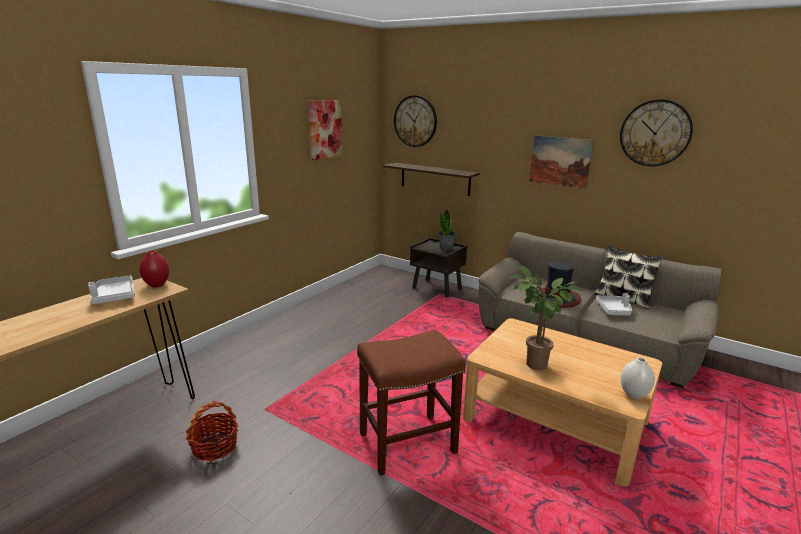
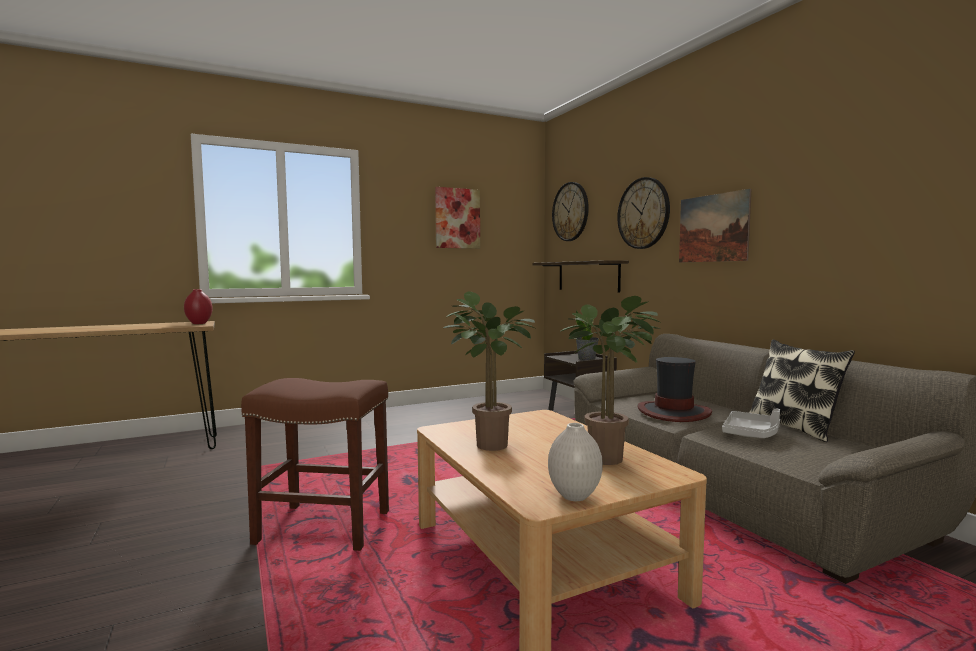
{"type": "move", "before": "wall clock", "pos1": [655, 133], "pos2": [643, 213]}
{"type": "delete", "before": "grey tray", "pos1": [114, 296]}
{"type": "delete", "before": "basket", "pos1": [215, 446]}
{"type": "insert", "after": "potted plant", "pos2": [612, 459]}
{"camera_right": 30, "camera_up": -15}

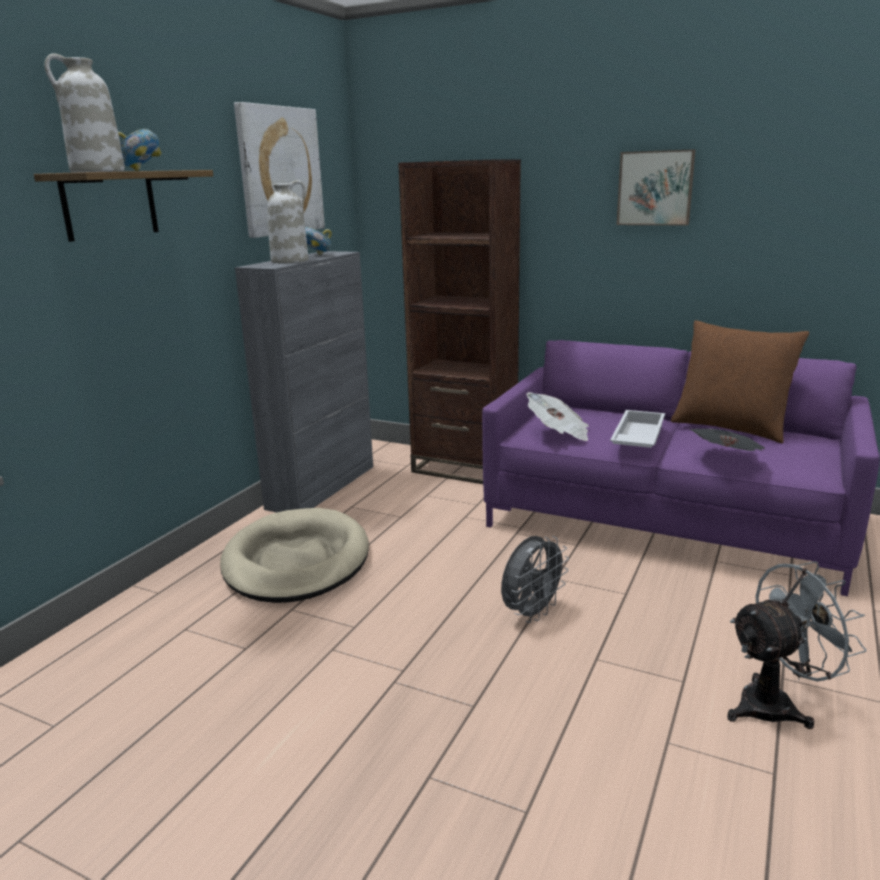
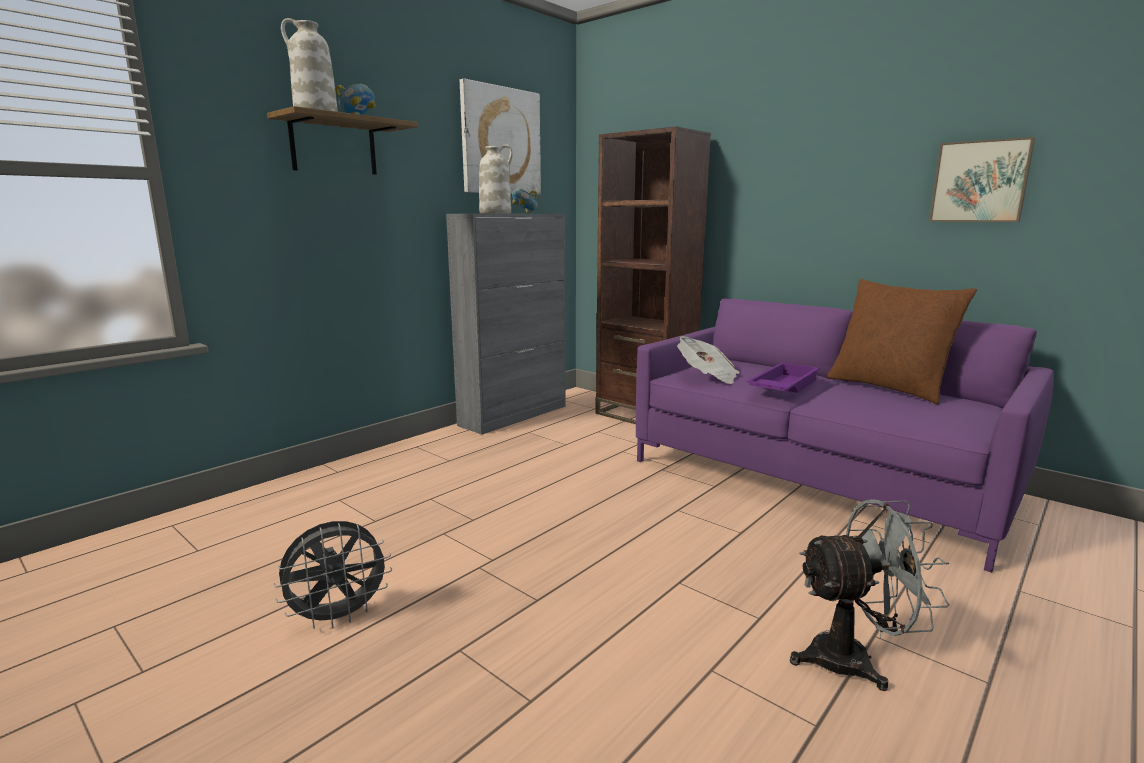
{"type": "move", "before": "picture", "pos1": [655, 188], "pos2": [980, 182]}
{"type": "recolor", "before": "white tray", "after": "purple tray", "pos1": [636, 438], "pos2": [782, 386]}
{"type": "delete", "before": "newspaper", "pos1": [726, 459]}
{"type": "delete", "before": "beige dog bed", "pos1": [296, 561]}
{"type": "move", "before": "grey fan", "pos1": [531, 613], "pos2": [339, 617]}
{"camera_right": 15, "camera_up": -5}

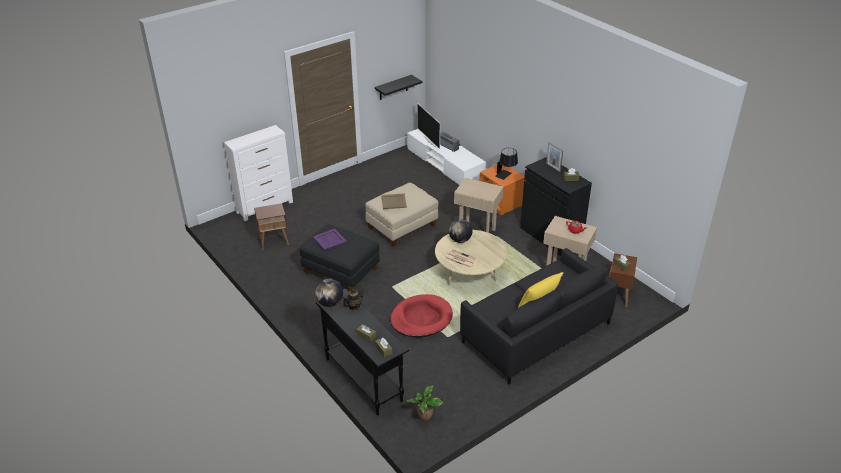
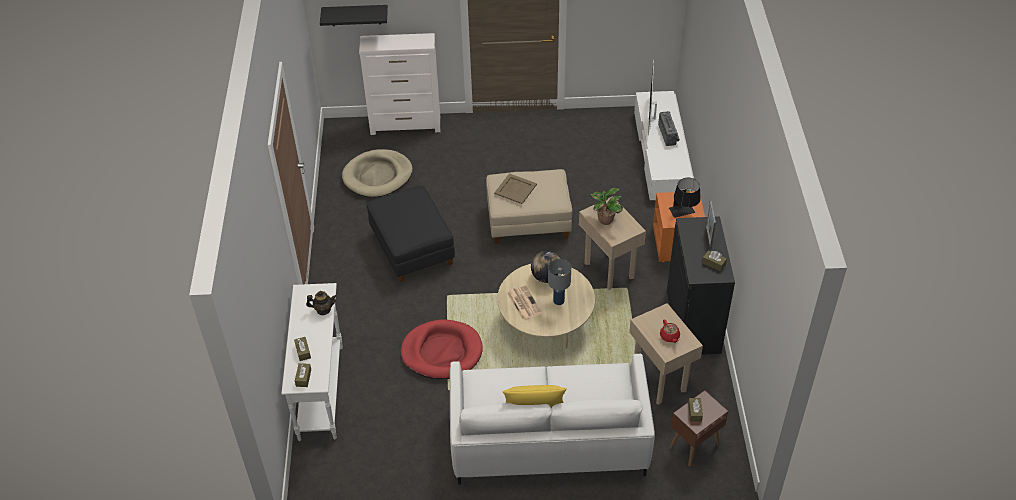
{"type": "move", "before": "black shelf", "pos1": [393, 87], "pos2": [355, 15]}
{"type": "replace", "before": "brown side table", "after": "beige dog bed", "pos1": [274, 241], "pos2": [377, 176]}
{"type": "delete", "before": "purple tray", "pos1": [330, 239]}
{"type": "recolor", "before": "black sofa", "after": "white sofa", "pos1": [535, 332], "pos2": [548, 438]}
{"type": "delete", "before": "globe", "pos1": [330, 303]}
{"type": "recolor", "before": "black console table", "after": "white console table", "pos1": [363, 379], "pos2": [321, 392]}
{"type": "move", "before": "potted plant", "pos1": [424, 417], "pos2": [604, 220]}
{"type": "insert", "after": "grey table lamp", "pos2": [558, 301]}
{"camera_right": 35, "camera_up": 10}

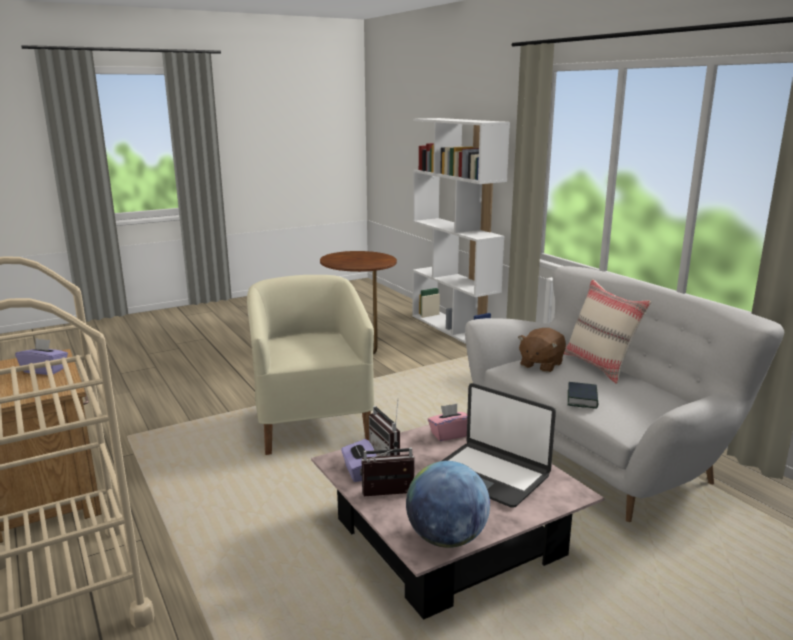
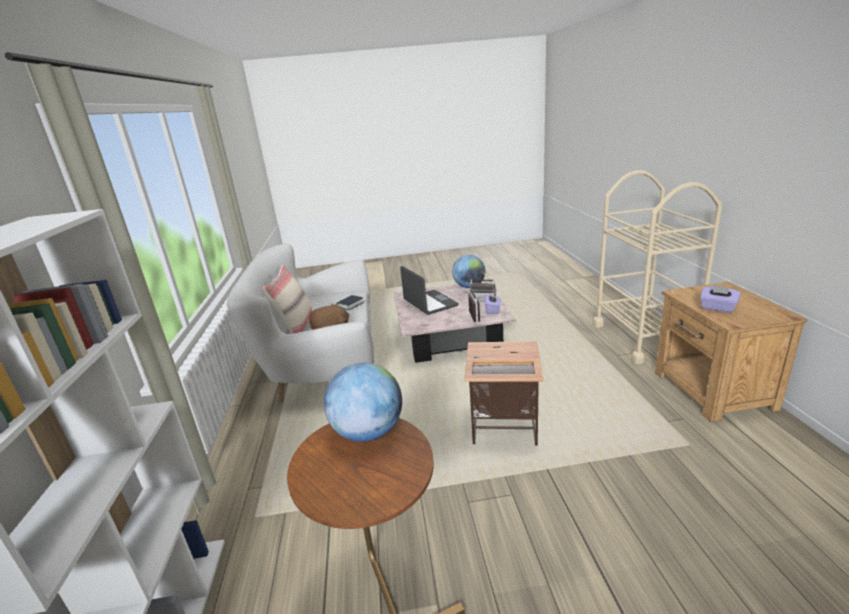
{"type": "replace", "before": "beige armchair", "after": "side table", "pos1": [312, 423], "pos2": [502, 428]}
{"type": "delete", "before": "pink tissue box", "pos1": [449, 434]}
{"type": "insert", "after": "globe", "pos2": [368, 432]}
{"camera_right": -155, "camera_up": 5}

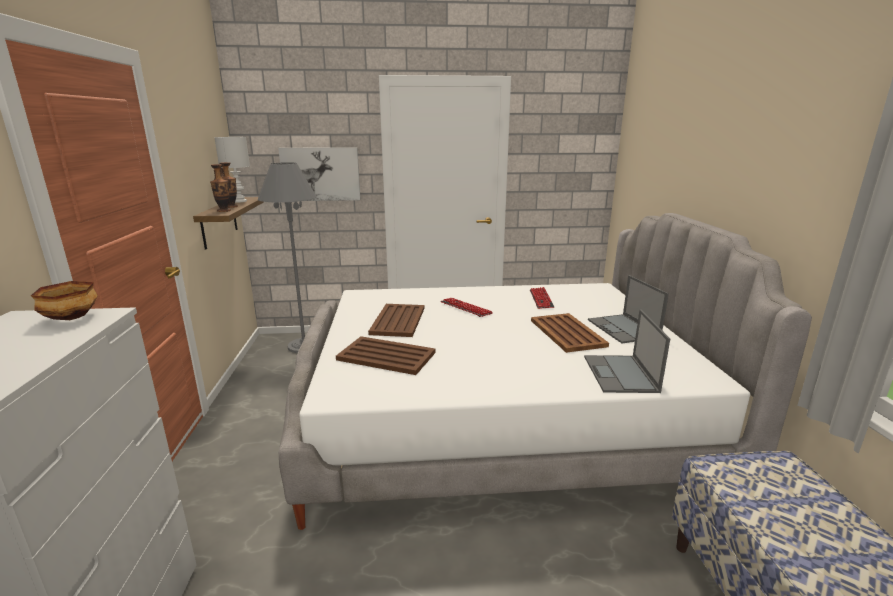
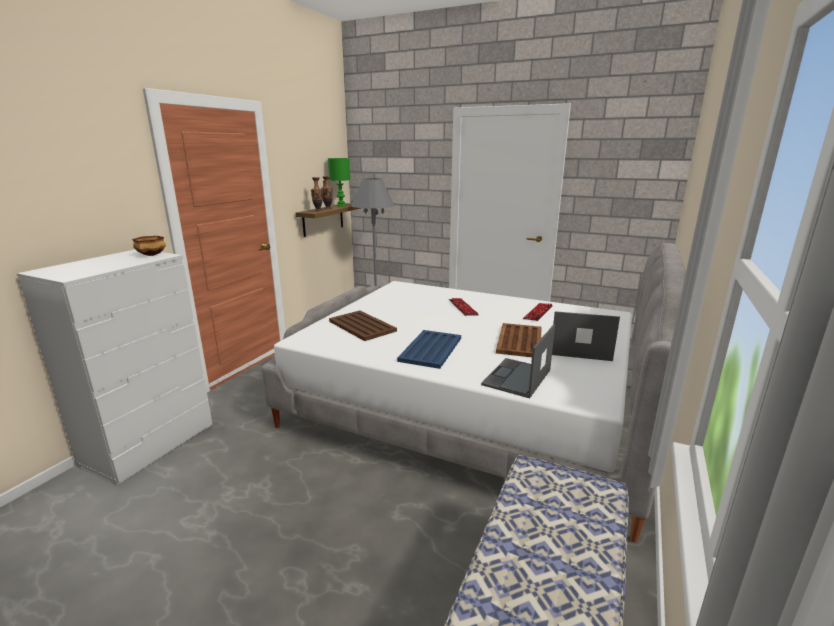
{"type": "recolor", "before": "white table lamp", "after": "green table lamp", "pos1": [240, 201], "pos2": [341, 205]}
{"type": "delete", "before": "picture", "pos1": [321, 174]}
{"type": "rotate", "before": "laptop", "pos1": [623, 329], "pos2": [578, 349], "turn": 90}
{"type": "delete", "before": "brown tray", "pos1": [398, 320]}
{"type": "insert", "after": "blue tray", "pos2": [431, 349]}
{"camera_right": 30, "camera_up": 0}

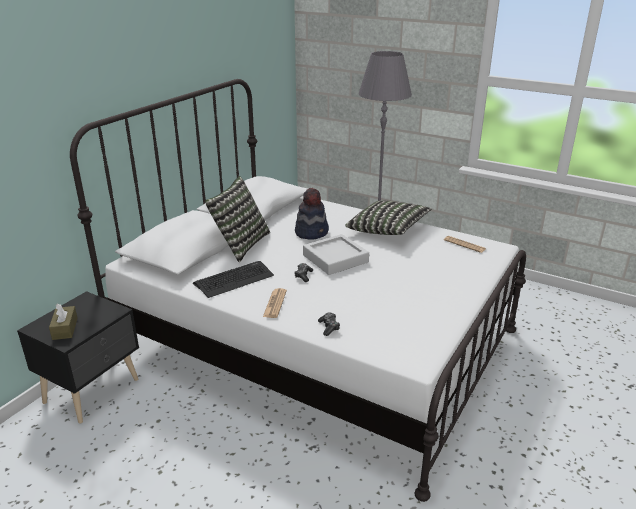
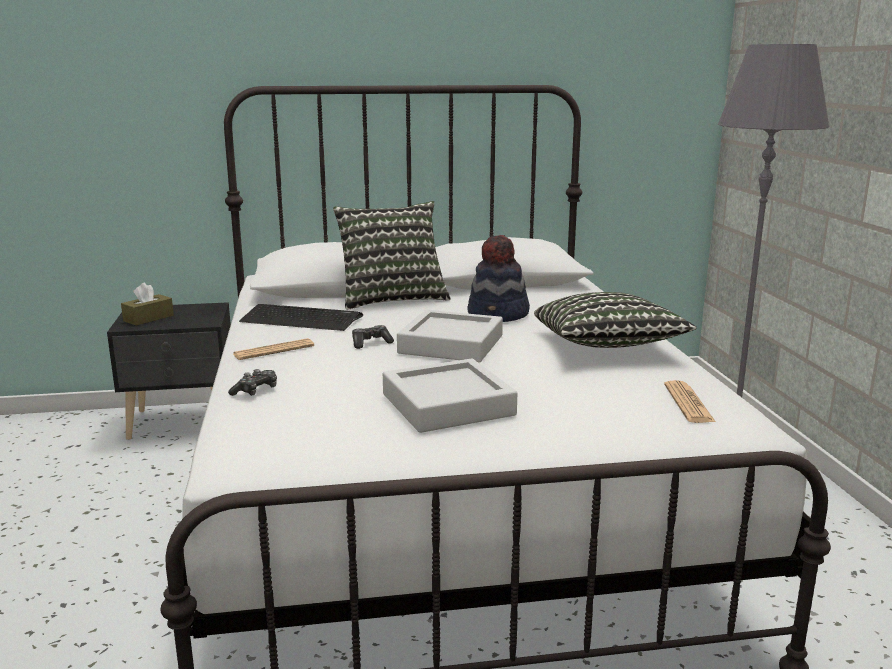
{"type": "insert", "after": "grey tray", "pos2": [447, 404]}
{"camera_right": 50, "camera_up": -10}

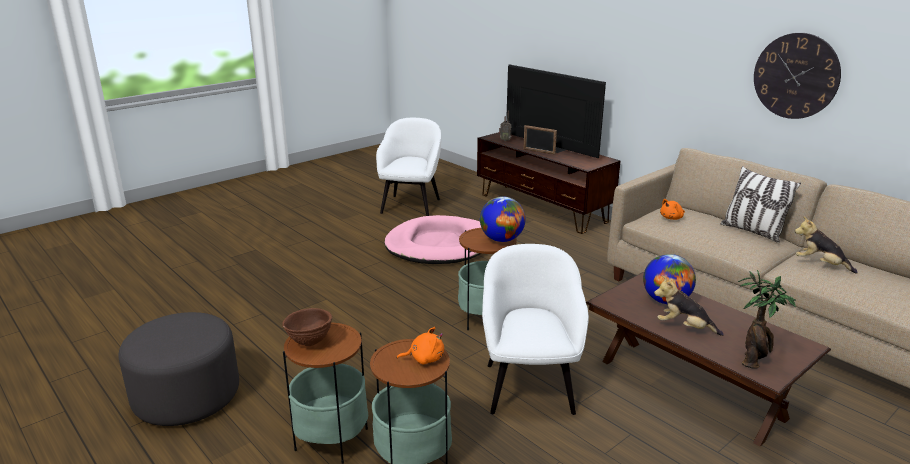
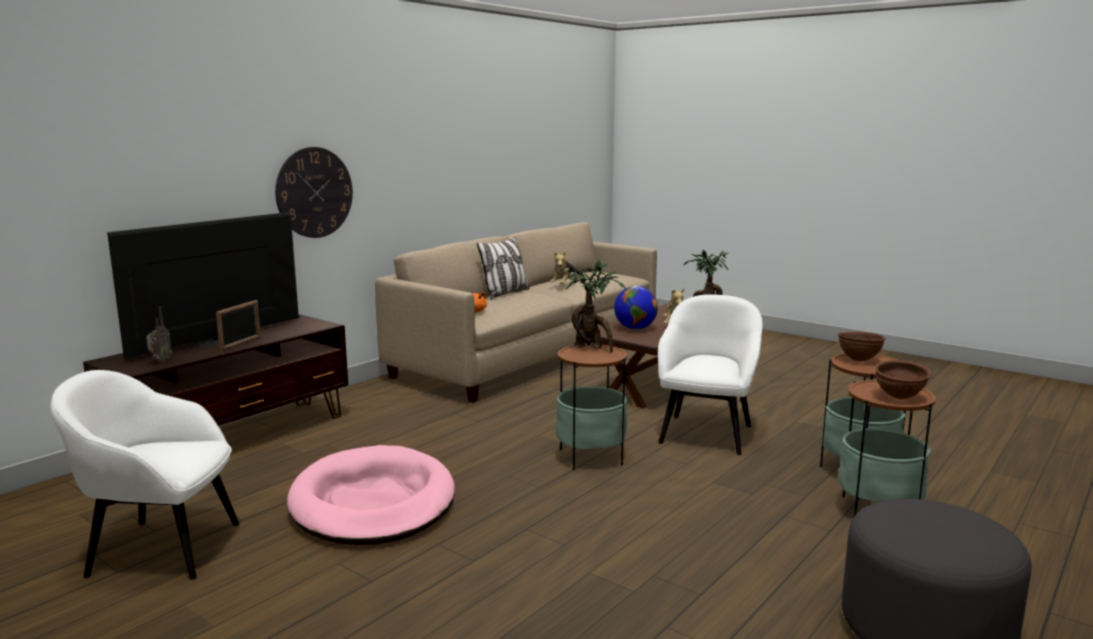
{"type": "move", "before": "wall clock", "pos1": [796, 76], "pos2": [314, 192]}
{"type": "replace", "before": "globe", "after": "potted plant", "pos1": [501, 239], "pos2": [591, 348]}
{"type": "rotate", "before": "white armchair", "pos1": [529, 386], "pos2": [706, 433], "turn": 120}
{"type": "replace", "before": "orange plush toy", "after": "brown bowl", "pos1": [424, 358], "pos2": [859, 360]}
{"camera_right": -100, "camera_up": -10}

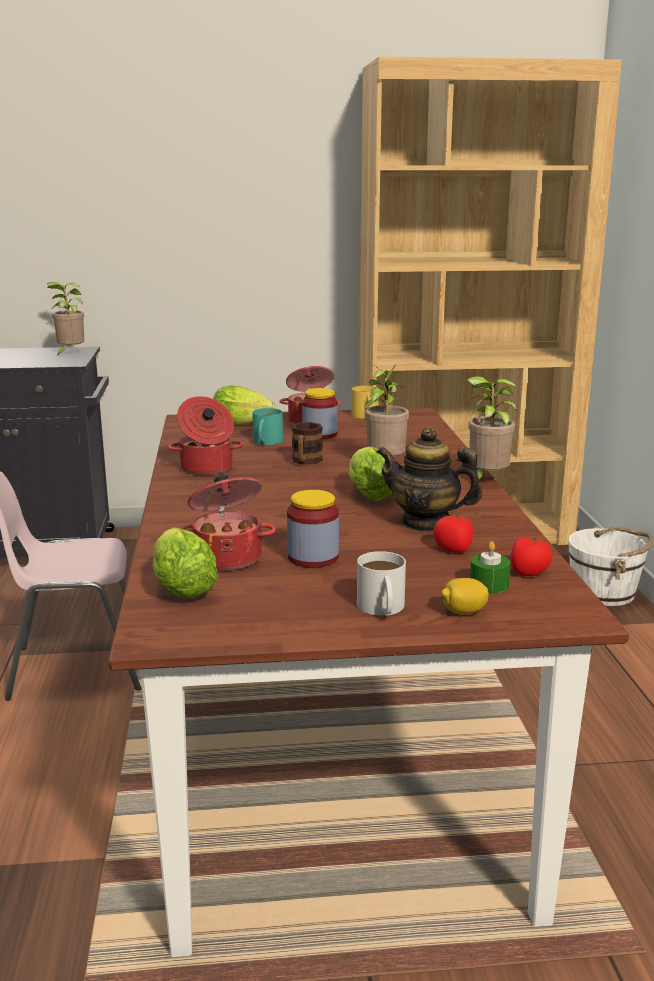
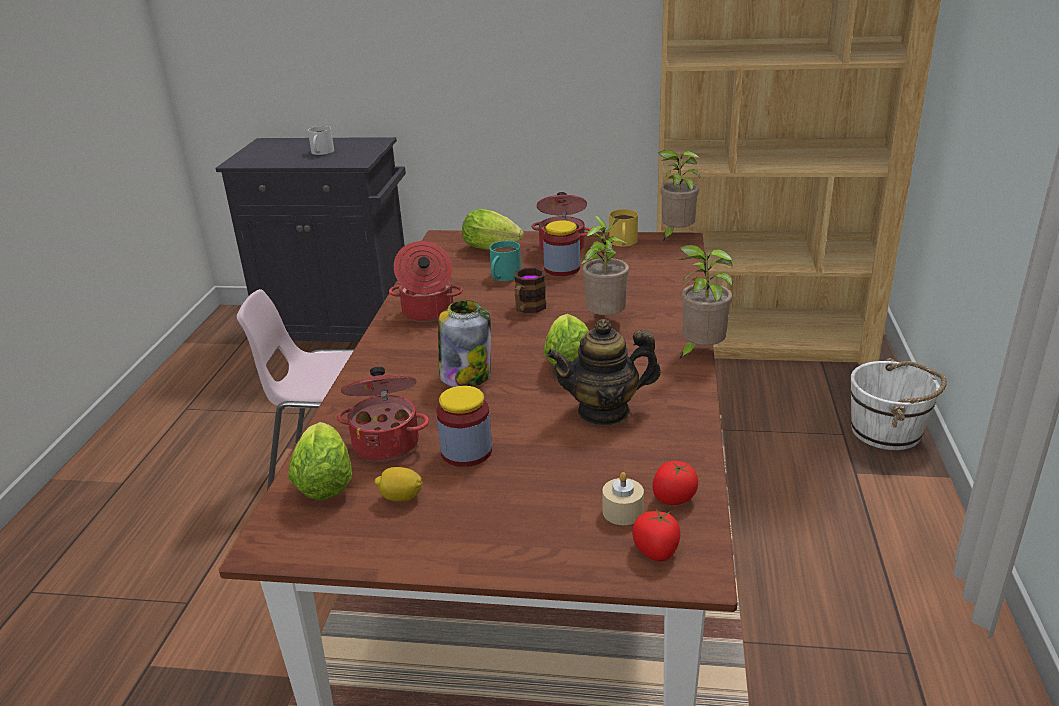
{"type": "move", "before": "potted plant", "pos1": [70, 353], "pos2": [675, 235]}
{"type": "rotate", "before": "teapot", "pos1": [425, 523], "pos2": [604, 411], "turn": -45}
{"type": "move", "before": "tomato", "pos1": [453, 549], "pos2": [656, 551]}
{"type": "recolor", "before": "green candle", "after": "beige candle", "pos1": [489, 584], "pos2": [622, 511]}
{"type": "move", "before": "white mug", "pos1": [382, 609], "pos2": [321, 152]}
{"type": "move", "before": "lemon", "pos1": [463, 612], "pos2": [401, 498]}
{"type": "insert", "after": "jar", "pos2": [466, 375]}
{"camera_right": 15, "camera_up": 10}

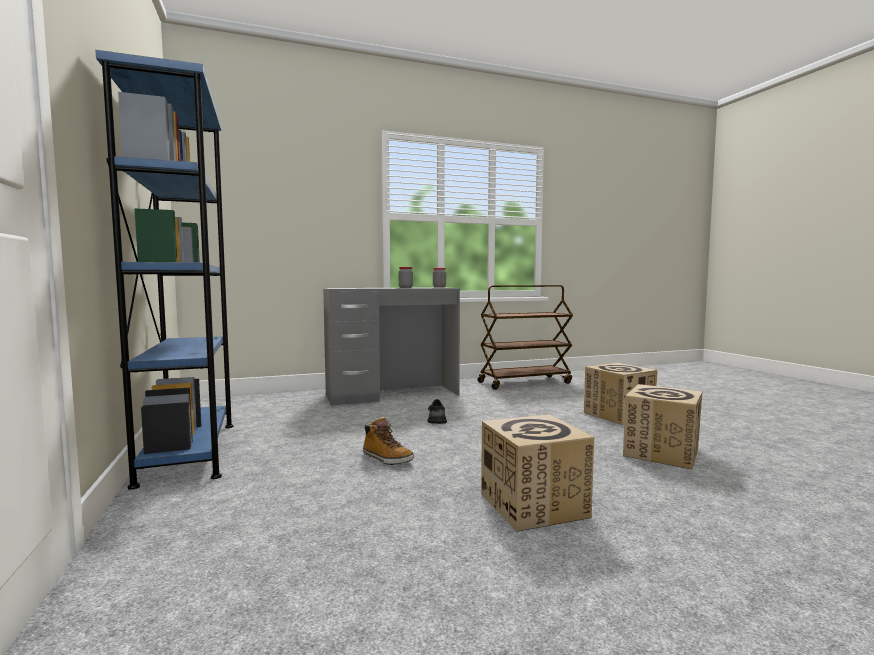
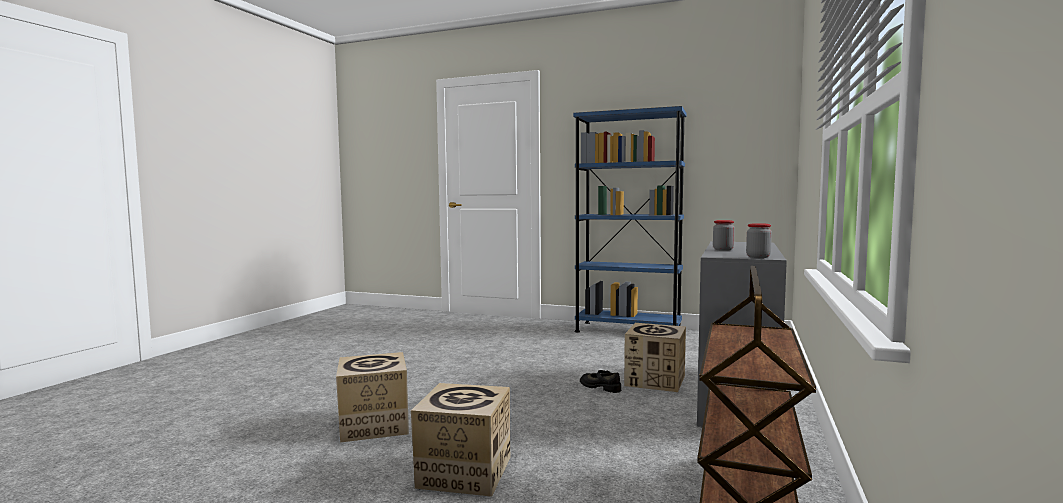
{"type": "move", "before": "cardboard box", "pos1": [533, 505], "pos2": [655, 380]}
{"type": "delete", "before": "boot", "pos1": [387, 459]}
{"camera_right": 130, "camera_up": 0}

